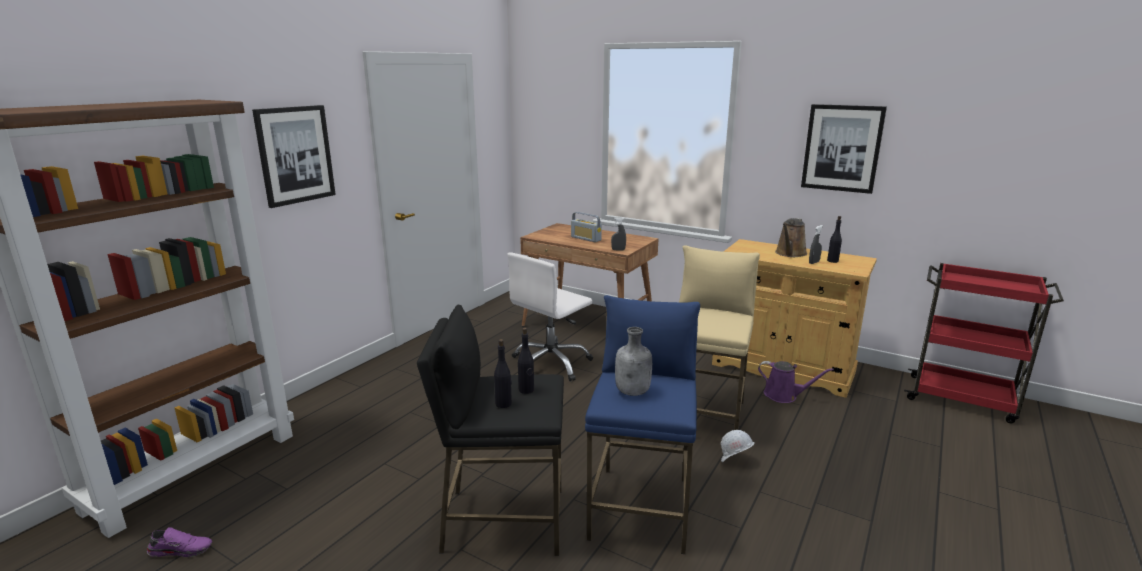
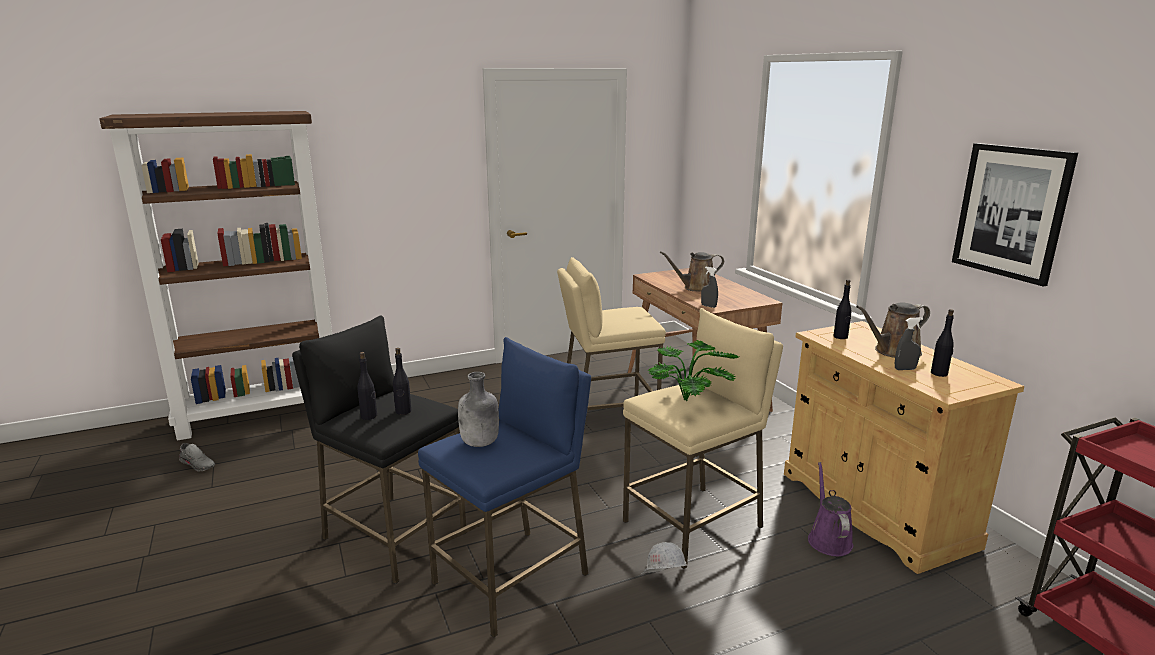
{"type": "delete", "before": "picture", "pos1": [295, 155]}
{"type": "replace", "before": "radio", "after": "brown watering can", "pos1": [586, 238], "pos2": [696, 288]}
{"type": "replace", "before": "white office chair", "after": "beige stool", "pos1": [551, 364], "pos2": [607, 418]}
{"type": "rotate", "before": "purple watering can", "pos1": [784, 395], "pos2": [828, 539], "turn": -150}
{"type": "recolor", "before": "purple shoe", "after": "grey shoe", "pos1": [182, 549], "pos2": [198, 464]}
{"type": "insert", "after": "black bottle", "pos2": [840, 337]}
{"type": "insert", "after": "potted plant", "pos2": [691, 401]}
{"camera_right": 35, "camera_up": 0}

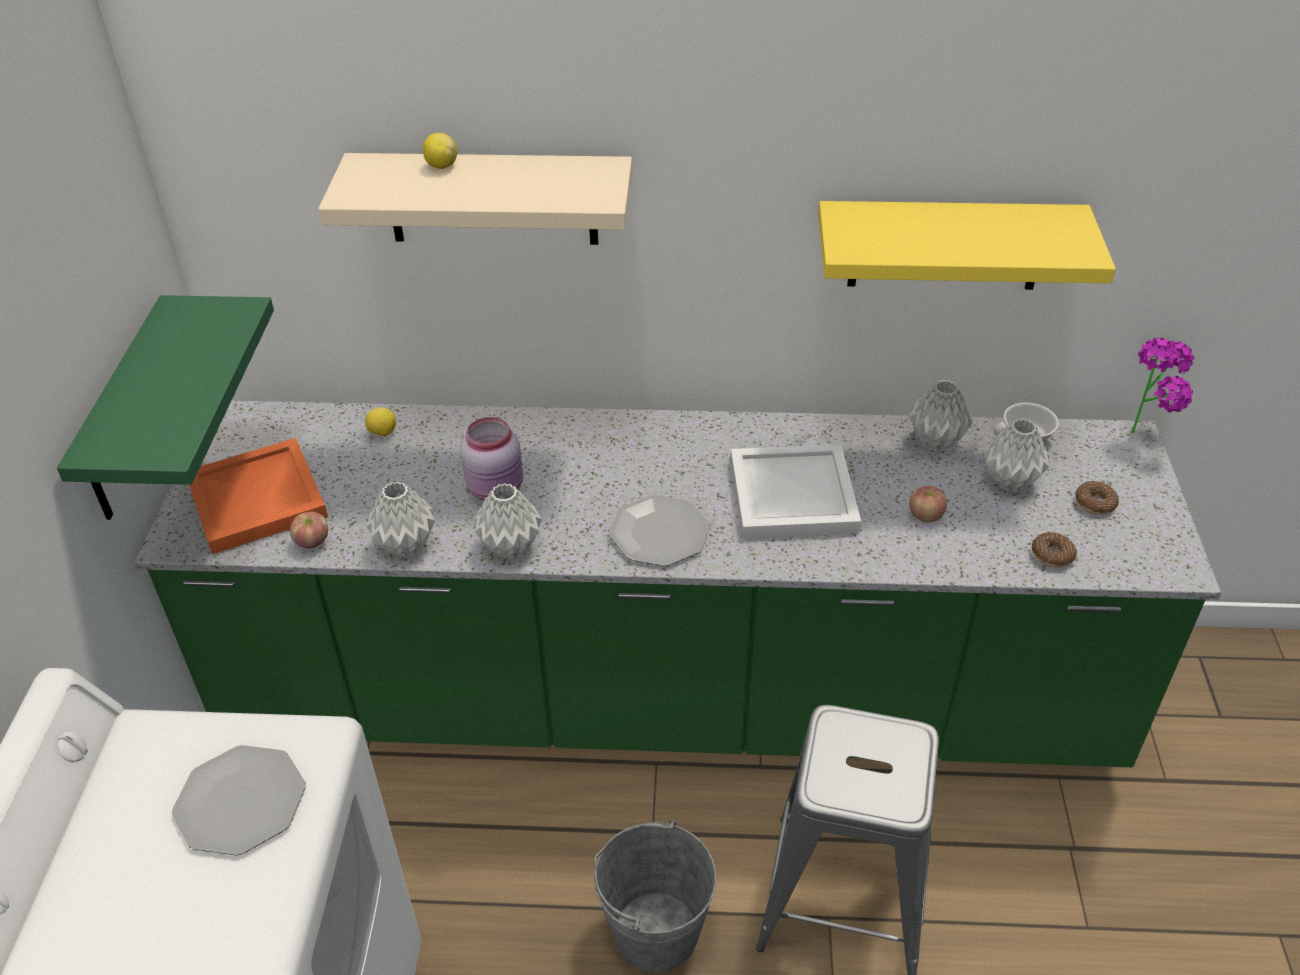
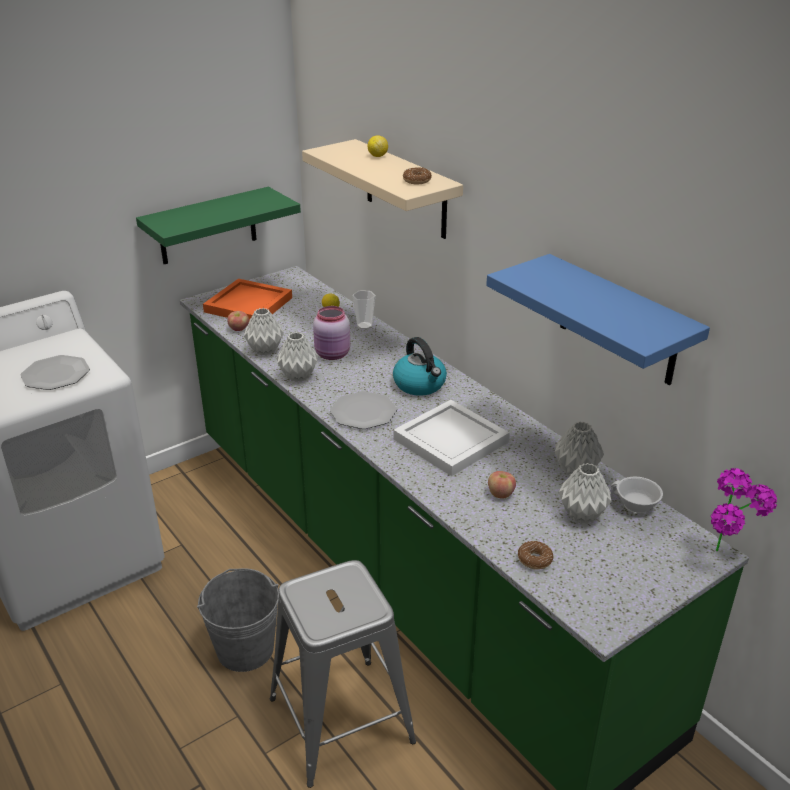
{"type": "recolor", "before": "yellow shelf", "after": "blue shelf", "pos1": [946, 245], "pos2": [618, 321]}
{"type": "move", "before": "donut", "pos1": [1095, 503], "pos2": [417, 181]}
{"type": "insert", "after": "cup", "pos2": [364, 325]}
{"type": "insert", "after": "kettle", "pos2": [420, 385]}
{"camera_right": 50, "camera_up": -10}

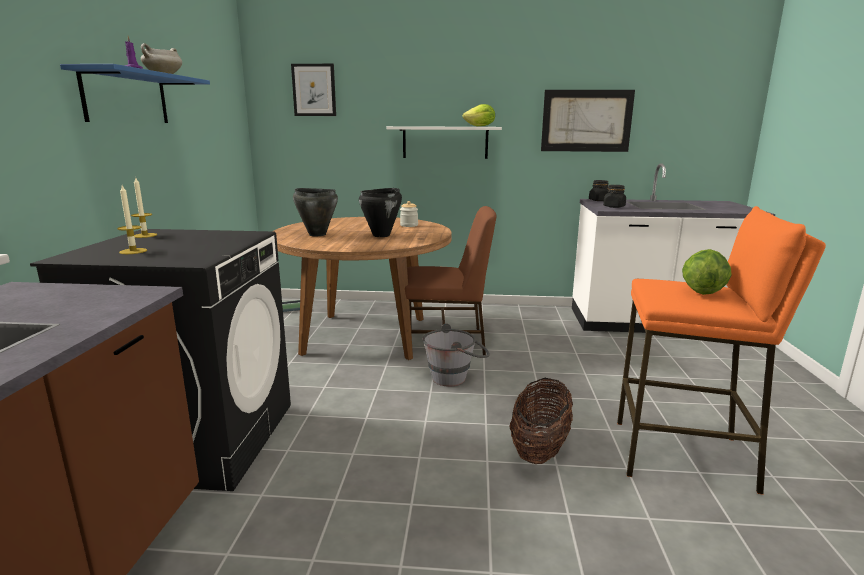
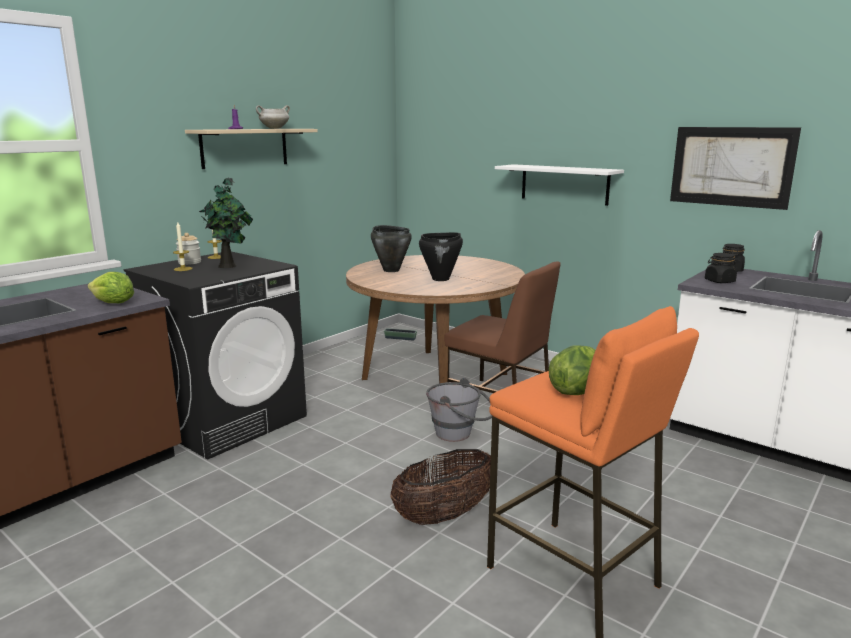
{"type": "recolor", "before": "blue shelf", "after": "beige shelf", "pos1": [126, 98], "pos2": [244, 148]}
{"type": "delete", "before": "picture", "pos1": [314, 90]}
{"type": "move", "before": "lettuce", "pos1": [480, 126], "pos2": [113, 303]}
{"type": "move", "before": "jar", "pos1": [409, 225], "pos2": [189, 262]}
{"type": "insert", "after": "potted plant", "pos2": [229, 266]}
{"camera_right": 35, "camera_up": 0}

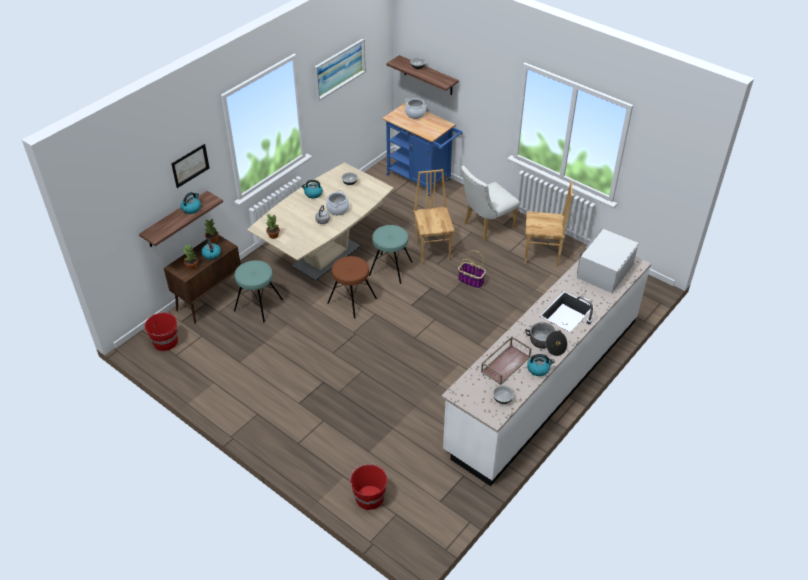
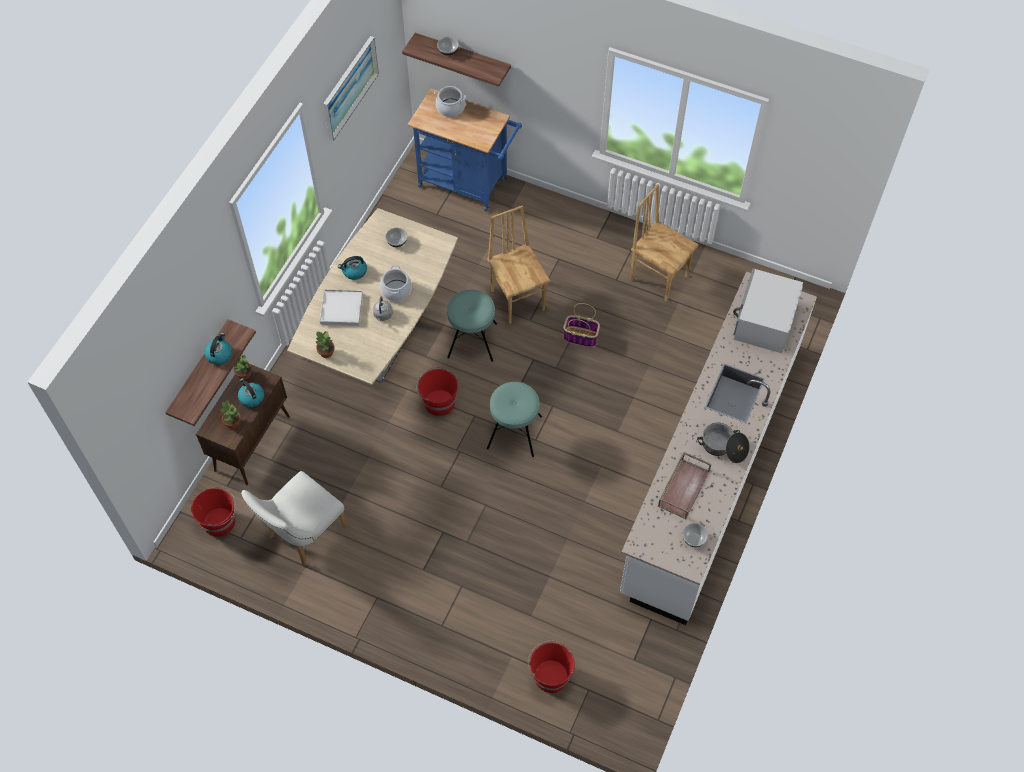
{"type": "delete", "before": "picture", "pos1": [190, 165]}
{"type": "move", "before": "white chair", "pos1": [485, 227], "pos2": [303, 535]}
{"type": "rotate", "before": "brown chair", "pos1": [542, 255], "pos2": [658, 277], "turn": -135}
{"type": "replace", "before": "brown stool", "after": "red bucket", "pos1": [352, 300], "pos2": [438, 402]}
{"type": "move", "before": "turquoise stool", "pos1": [258, 305], "pos2": [514, 432]}
{"type": "delete", "before": "kettle", "pos1": [538, 369]}
{"type": "insert", "after": "white tray", "pos2": [341, 309]}
{"camera_right": -15, "camera_up": 15}

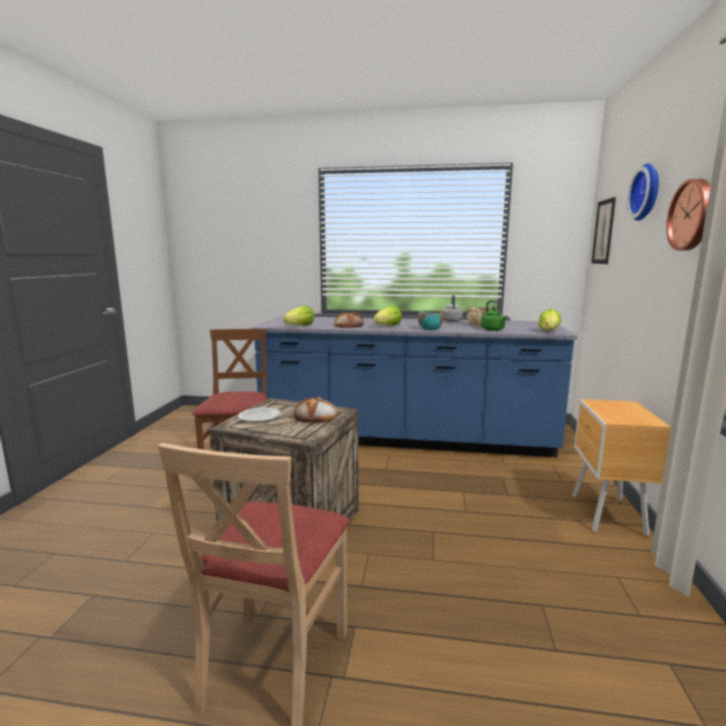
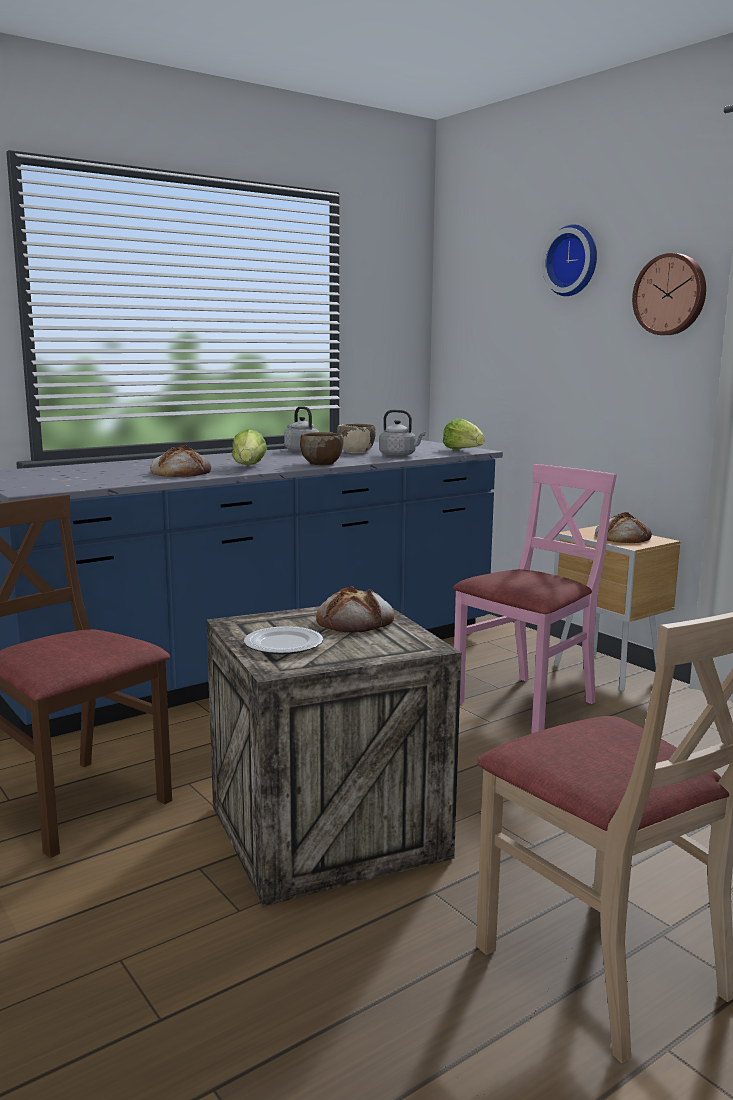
{"type": "delete", "before": "picture", "pos1": [603, 232]}
{"type": "recolor", "before": "green kettle", "after": "grey kettle", "pos1": [493, 329], "pos2": [399, 455]}
{"type": "delete", "before": "lettuce", "pos1": [300, 326]}
{"type": "recolor", "before": "turquoise bowl", "after": "brown bowl", "pos1": [430, 329], "pos2": [321, 463]}
{"type": "insert", "after": "pink chair", "pos2": [527, 703]}
{"type": "insert", "after": "bread", "pos2": [622, 537]}
{"camera_right": -45, "camera_up": 0}

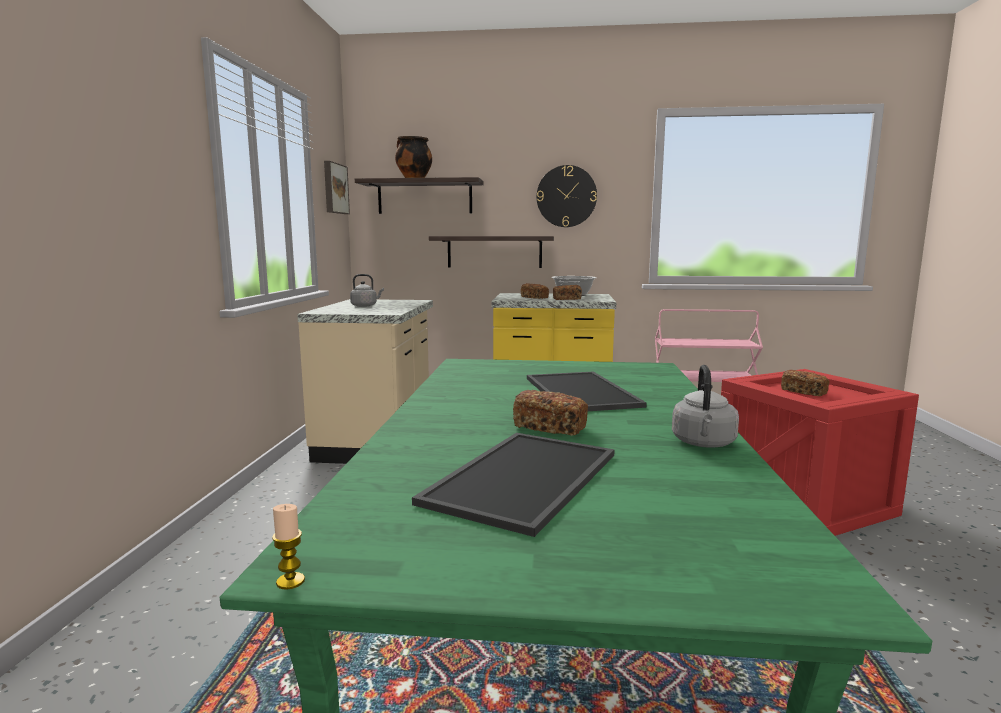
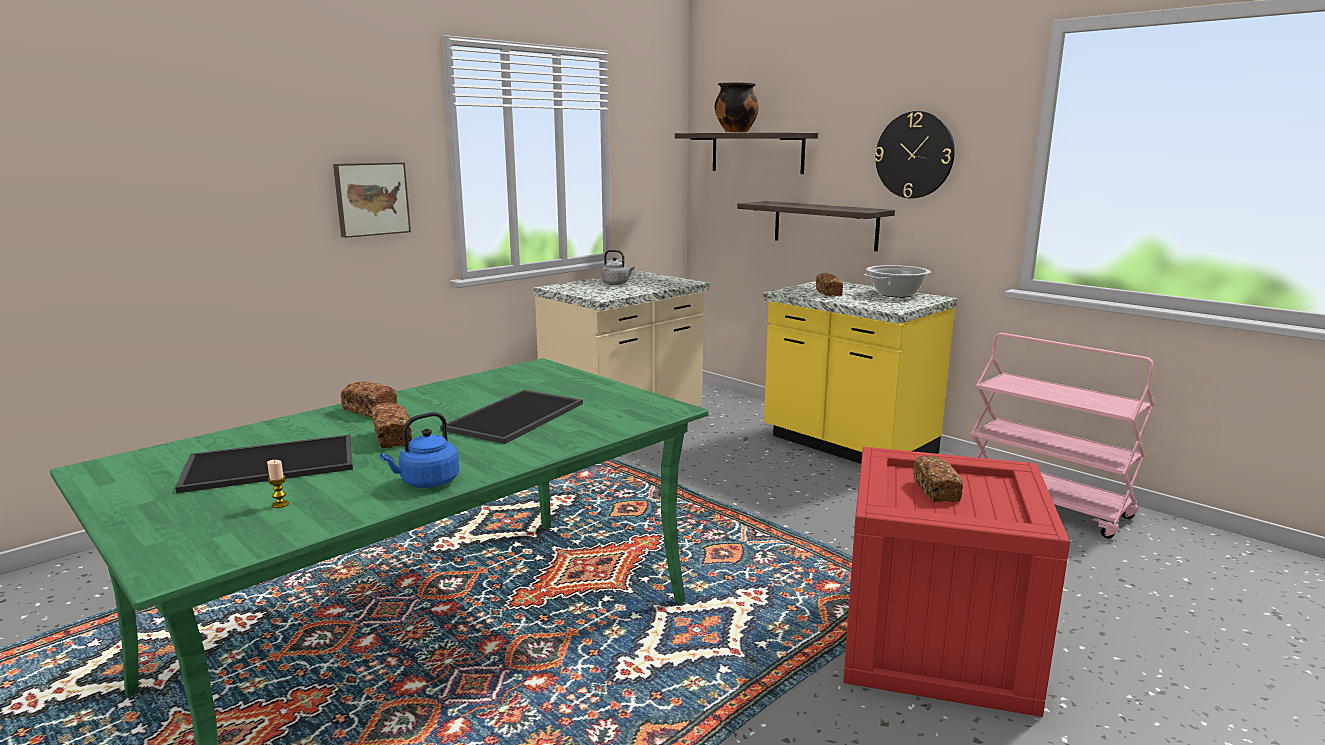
{"type": "move", "before": "picture", "pos1": [334, 188], "pos2": [371, 199]}
{"type": "move", "before": "bread", "pos1": [567, 299], "pos2": [369, 411]}
{"type": "recolor", "before": "grey kettle", "after": "blue kettle", "pos1": [703, 443], "pos2": [427, 482]}
{"type": "move", "before": "candle", "pos1": [290, 581], "pos2": [280, 504]}
{"camera_right": 40, "camera_up": 5}

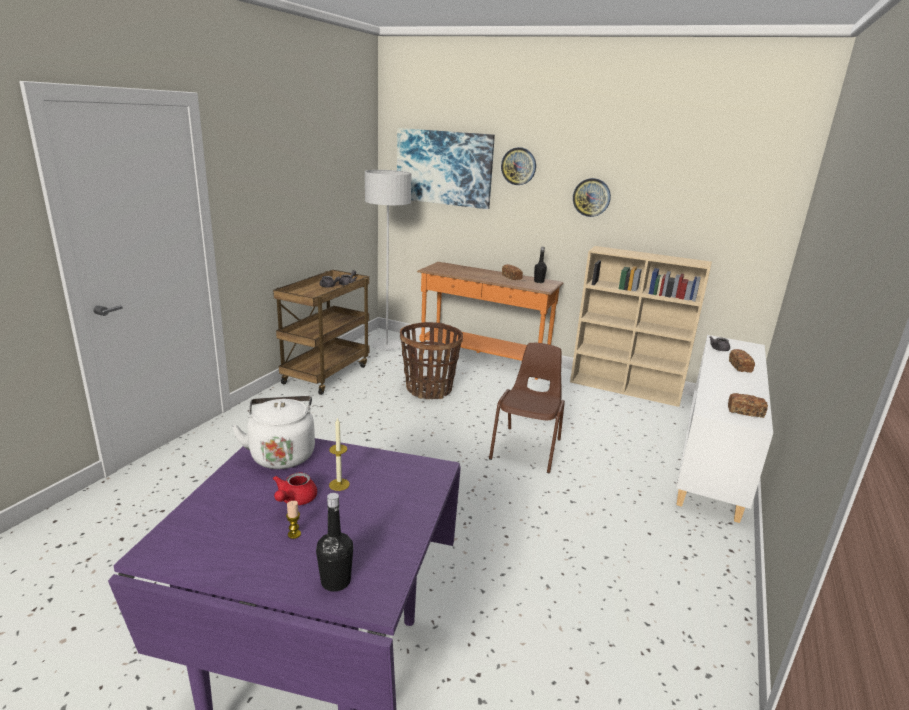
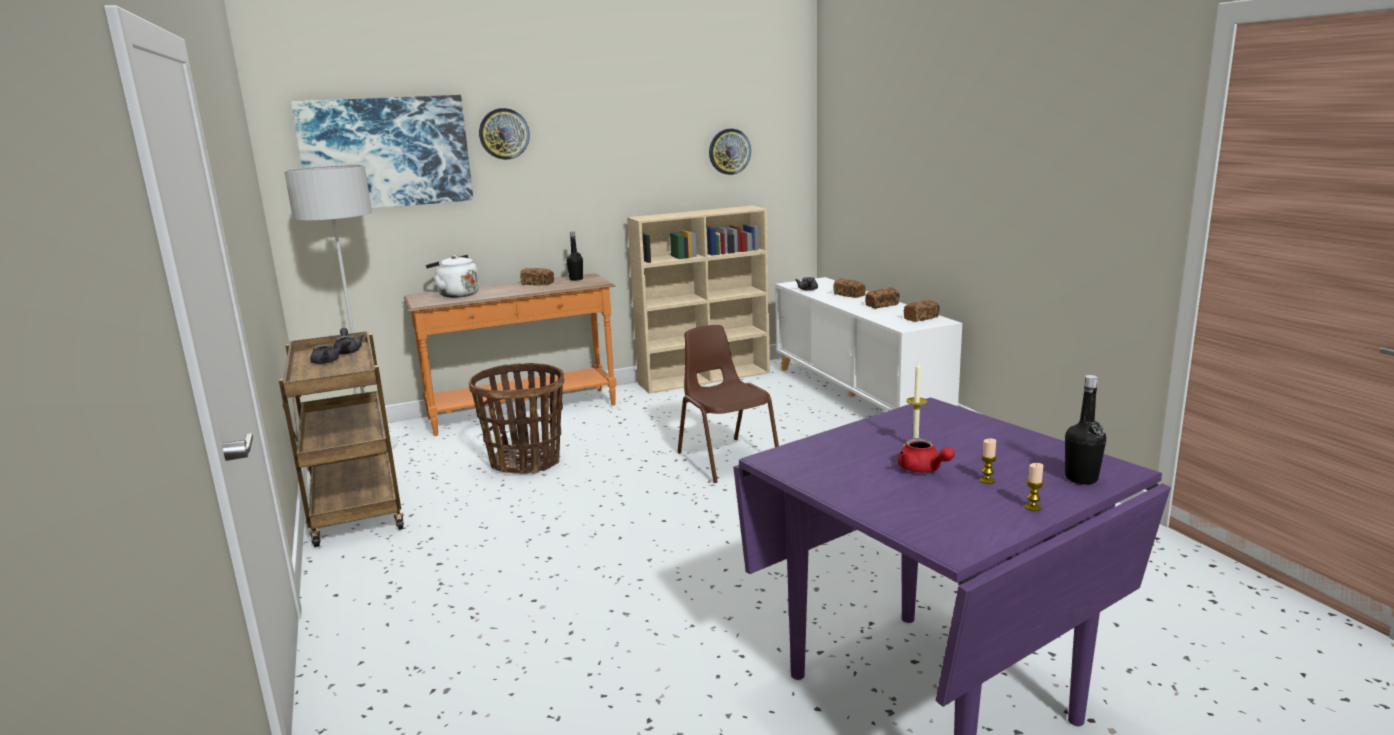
{"type": "move", "before": "wall clock", "pos1": [591, 197], "pos2": [729, 151]}
{"type": "move", "before": "white kettle", "pos1": [282, 454], "pos2": [456, 295]}
{"type": "insert", "after": "bread", "pos2": [882, 305]}
{"type": "insert", "after": "candle", "pos2": [1032, 507]}
{"camera_right": -45, "camera_up": -5}

